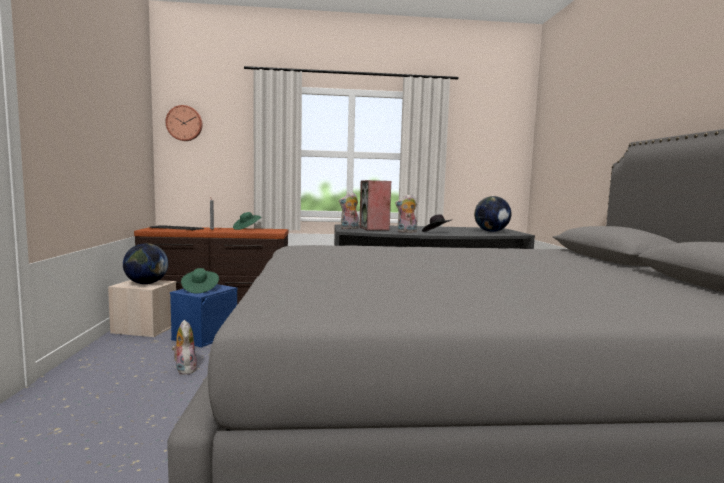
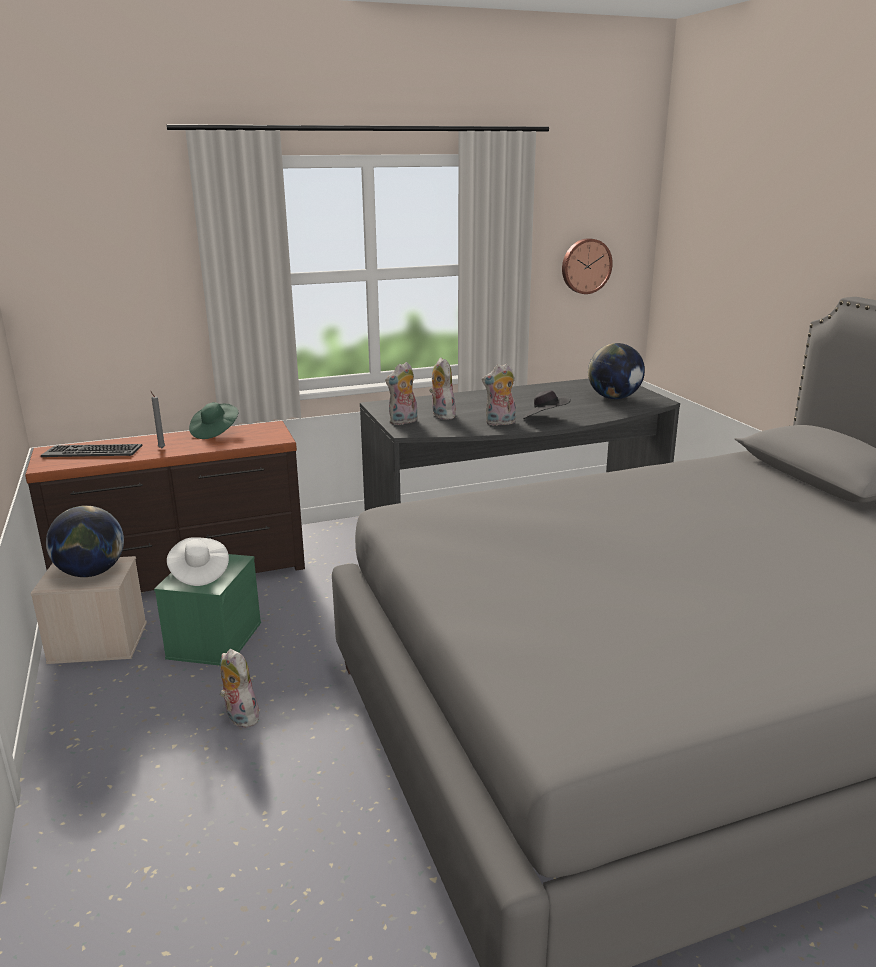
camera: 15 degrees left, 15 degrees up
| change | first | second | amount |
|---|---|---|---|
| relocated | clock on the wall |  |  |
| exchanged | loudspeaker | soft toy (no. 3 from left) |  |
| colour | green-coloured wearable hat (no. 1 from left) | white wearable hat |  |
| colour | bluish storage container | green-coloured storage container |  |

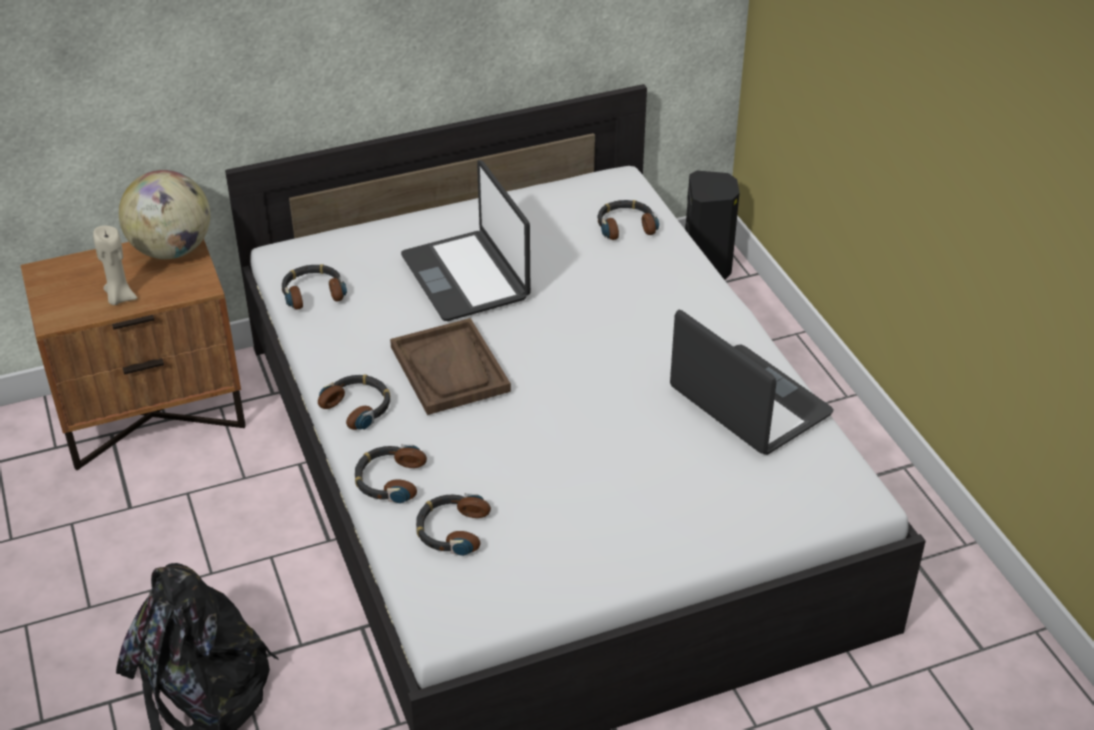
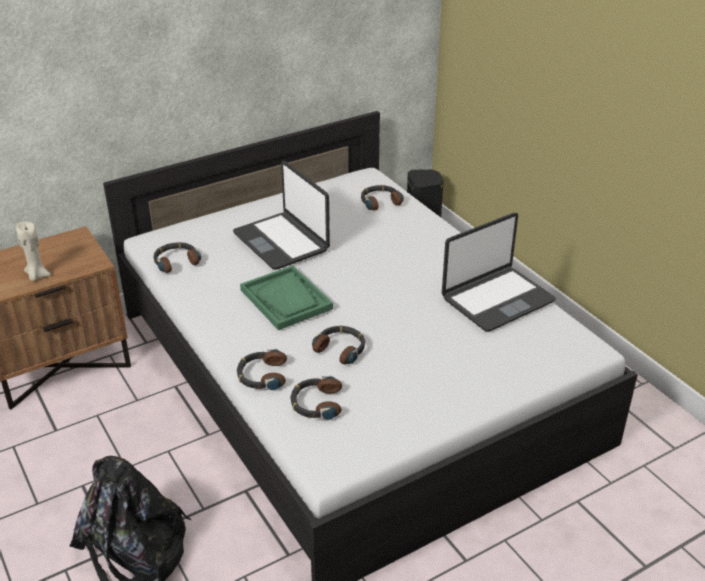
camera: 10 degrees left, 5 degrees down
| change | first | second | amount |
|---|---|---|---|
| missing | desk globe |  |  |
| spun | notebook computer (no. 2 from left) |  | 105 degrees clockwise |
| colour | brown serving tray | green-coloured serving tray |  |
| relocated | pair of headphones (no. 2 from left in the first image) | pair of headphones (no. 4 from left) |  |

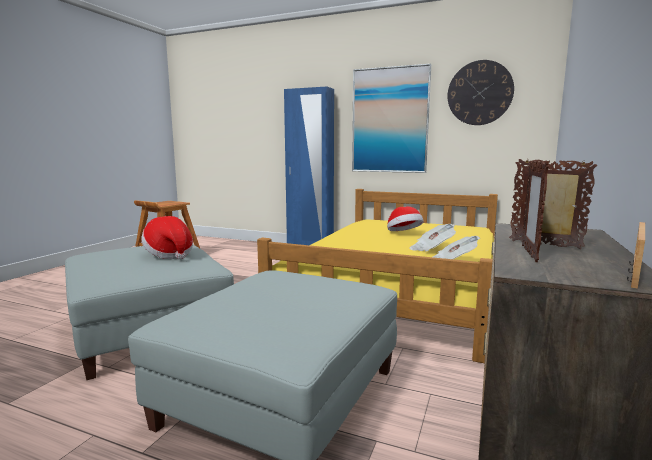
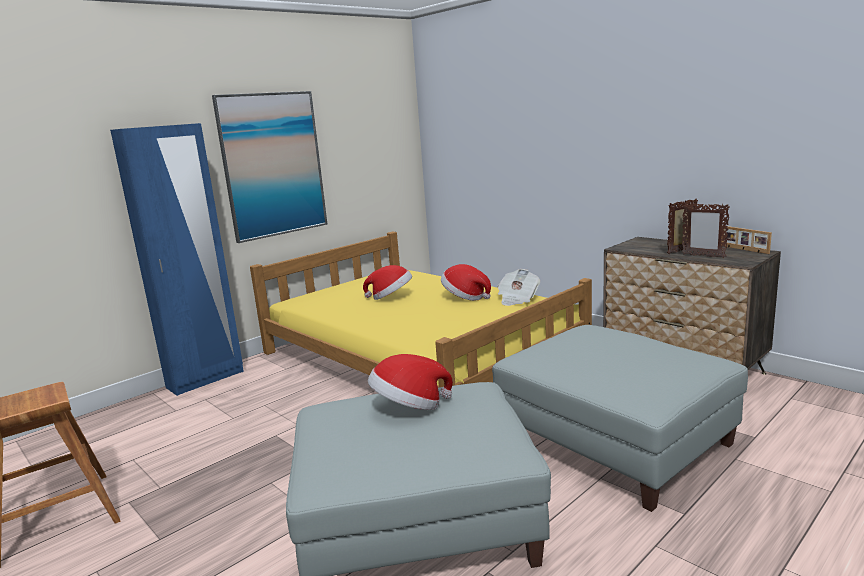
camera: 65 degrees left, 5 degrees up
| change | first | second | amount |
|---|---|---|---|
| missing | clock on the wall |  |  |
| exchanged | newspaper (no. 1 from left) | wearable hat (no. 3 from left) |  |

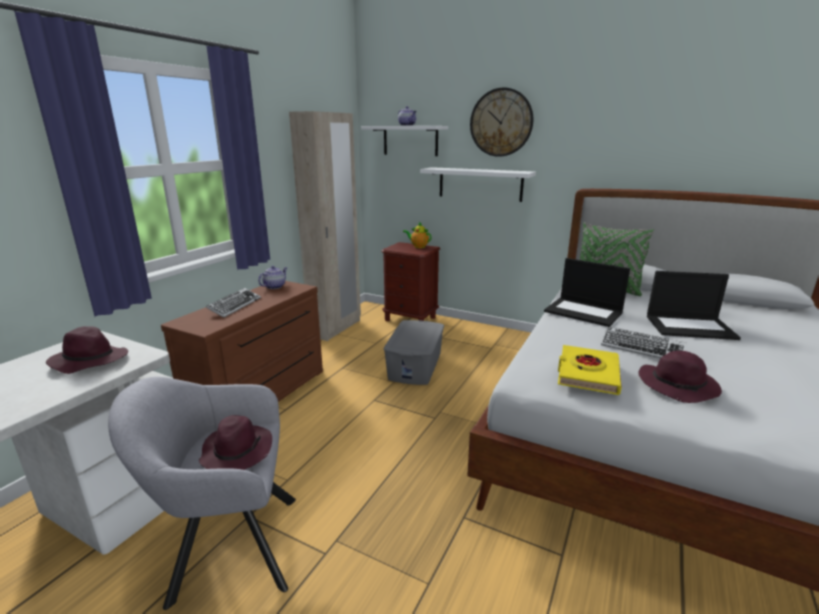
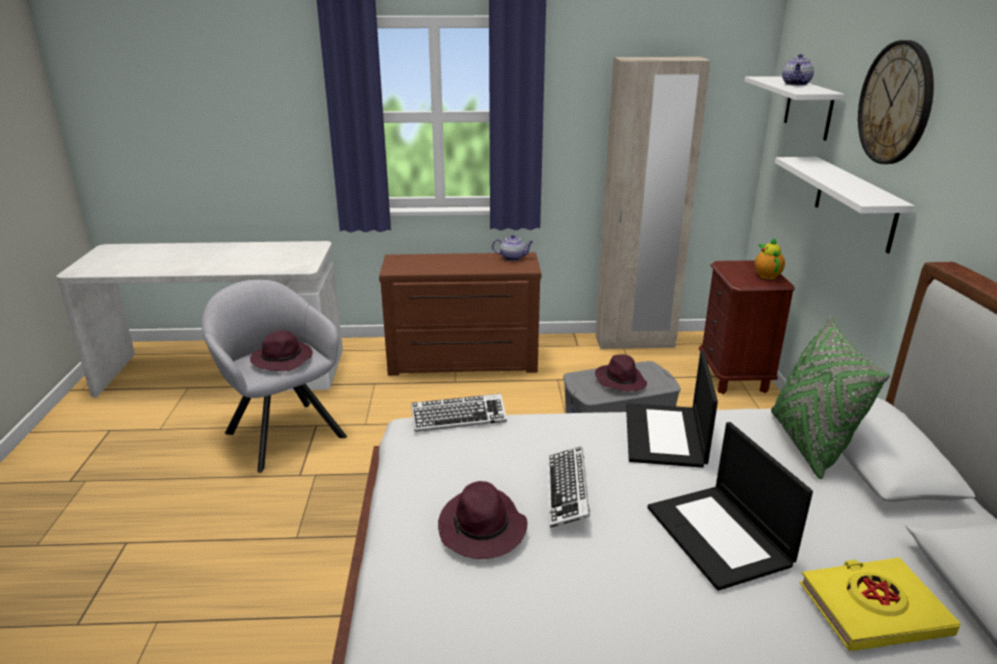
camera: 60 degrees right, 5 degrees up
| change | first | second | amount |
|---|---|---|---|
| relocated | PC keyboard (no. 1 from left) |  |  |
| relocated | purple-coloured wearable hat (no. 1 from left in the first image) | purple-coloured wearable hat (no. 3 from left) |  |
| relocated | yellow volume |  |  |

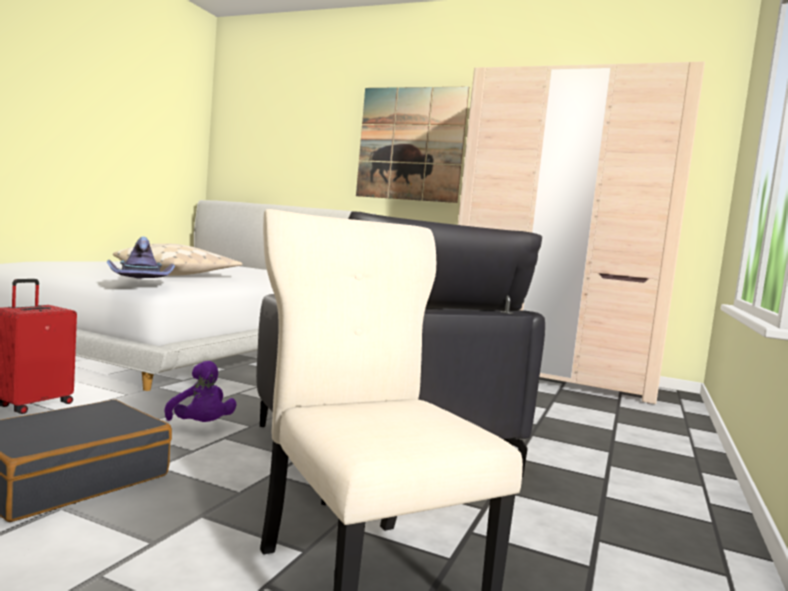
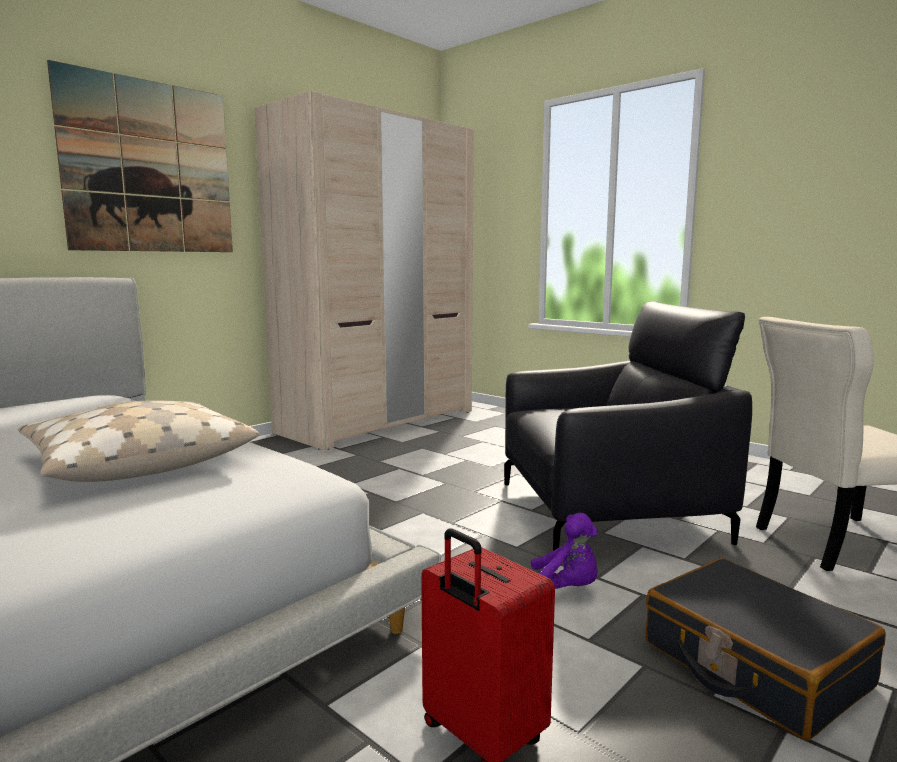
camera: 70 degrees left, 5 degrees up
| change | first | second | amount |
|---|---|---|---|
| missing | purple-coloured wearable hat |  |  |
| spun | purple-coloured soft toy |  | 45 degrees clockwise |

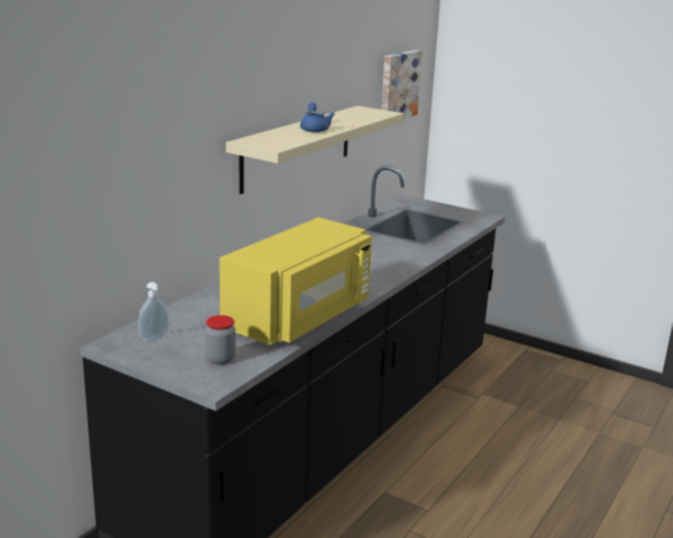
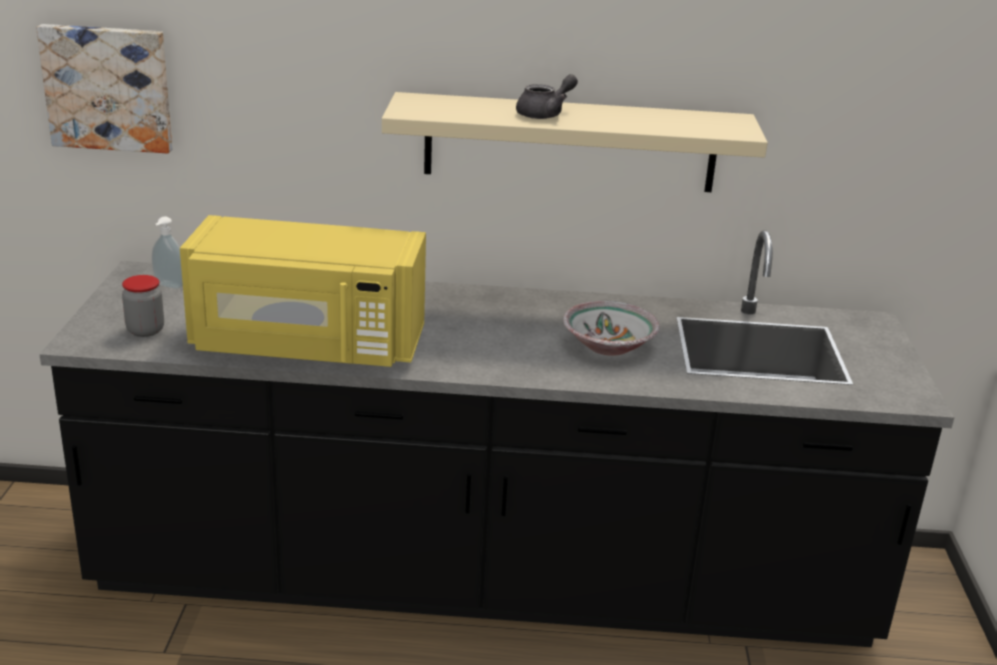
camera: 60 degrees right, 5 degrees up
| change | first | second | amount |
|---|---|---|---|
| relocated | wall picture |  |  |
| colour | bluish tea pot | gray tea pot |  |
| appeared |  | bowl |  |

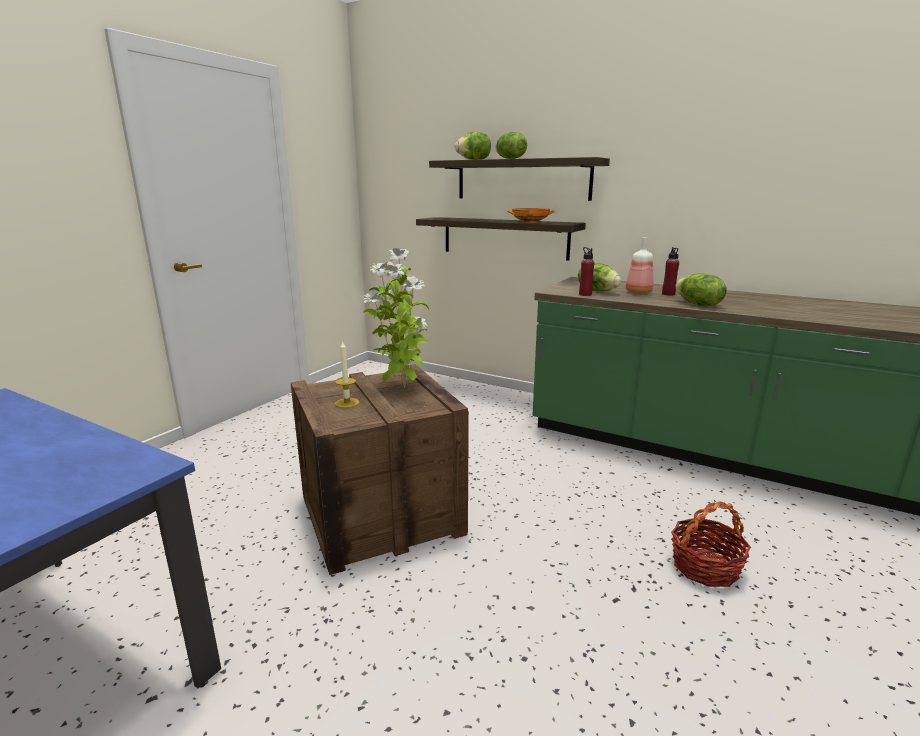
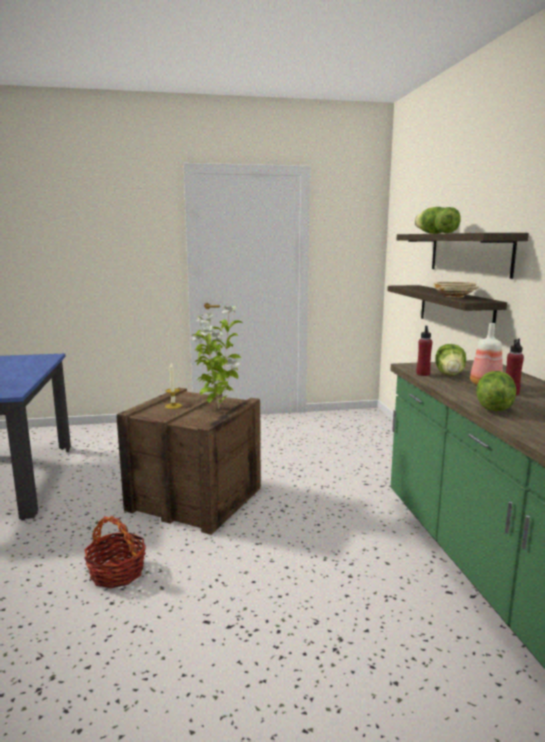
camera: 50 degrees right, 5 degrees down
| change | first | second | amount |
|---|---|---|---|
| colour | orange bowl | beige bowl |  |
| relocated | household basket |  |  |

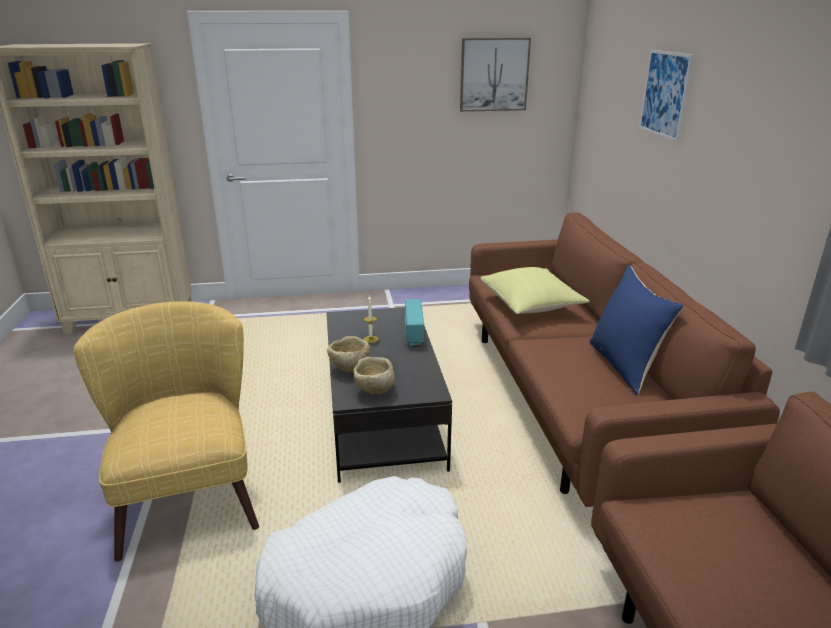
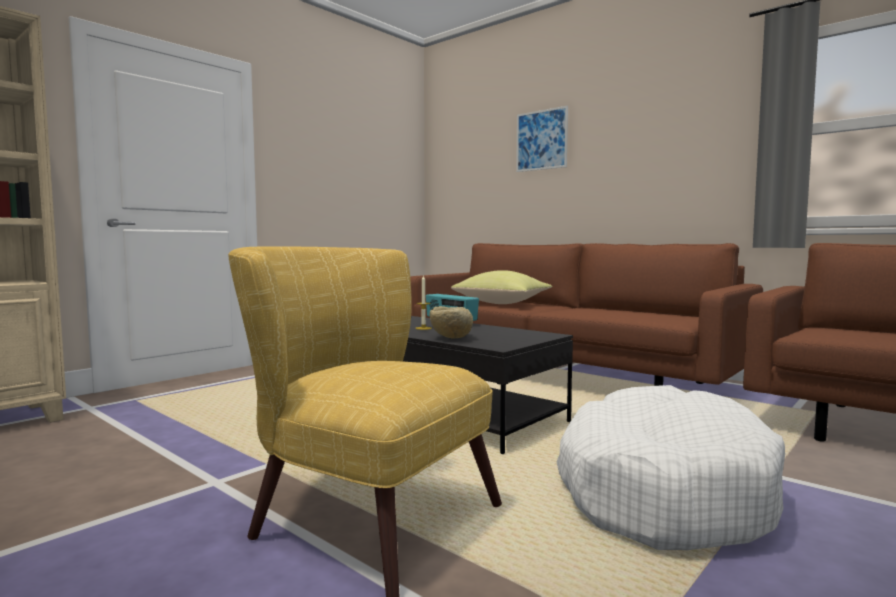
camera: 40 degrees left, 20 degrees down
| change | first | second | amount |
|---|---|---|---|
| missing | wall picture (no. 1 from left) |  |  |
| missing | bluish cushion |  |  |
| missing | beige bowl (no. 2 from left) |  |  |

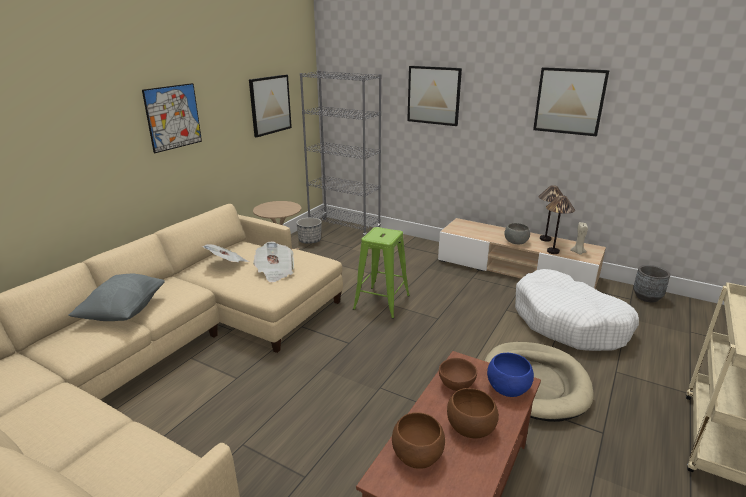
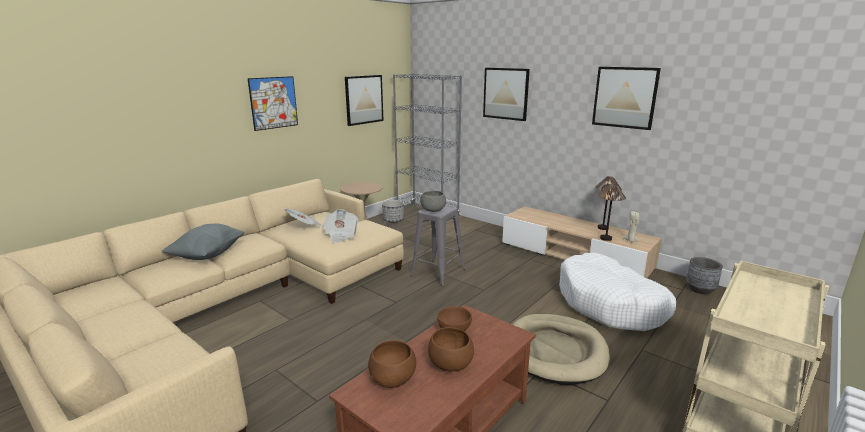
camera: 10 degrees right, 5 degrees down
| change | first | second | amount |
|---|---|---|---|
| relocated | gray bowl |  |  |
| colour | green-coloured sitting stool | gray sitting stool |  |
| missing | bluish bowl |  |  |

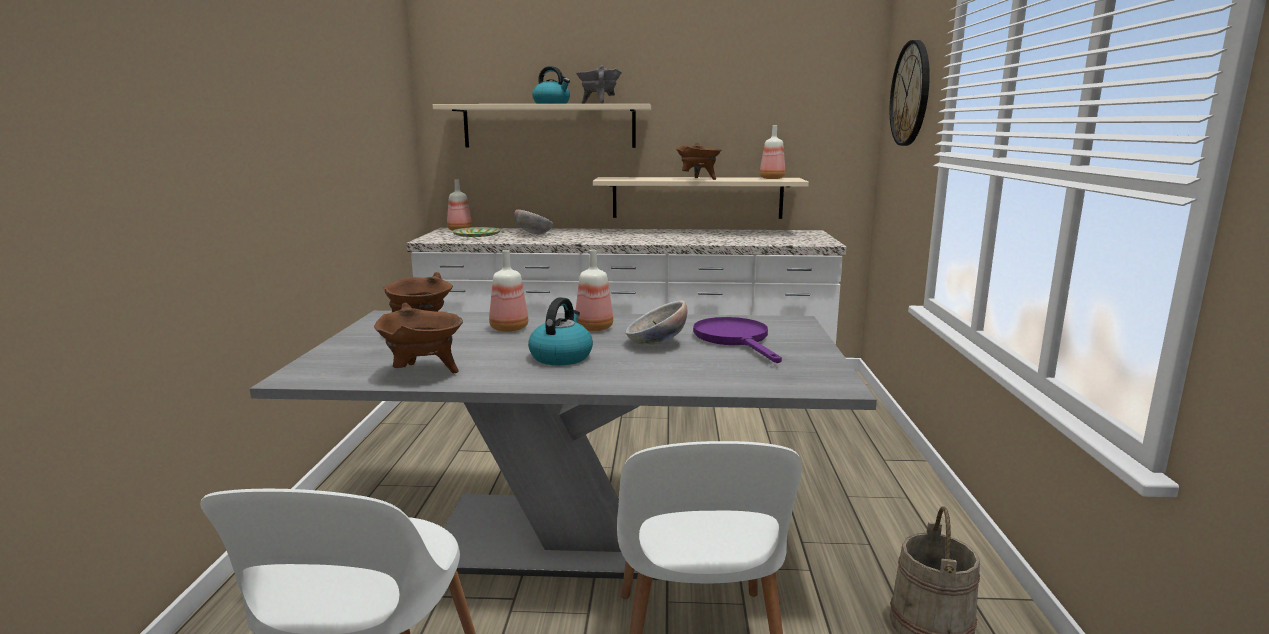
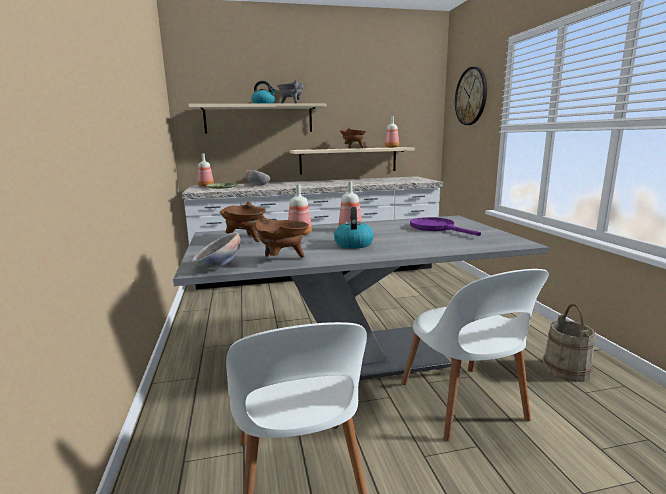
camera: 15 degrees left, 0 degrees up
| change | first | second | amount |
|---|---|---|---|
| relocated | bowl (no. 2 from left in the first image) | bowl (no. 1 from left) |  |

